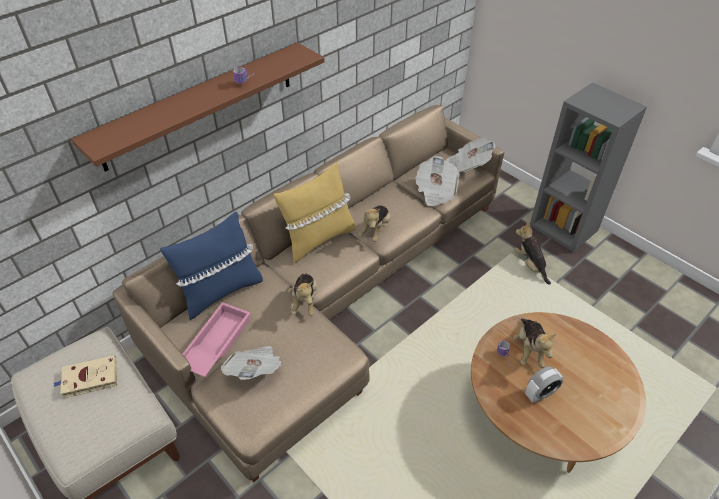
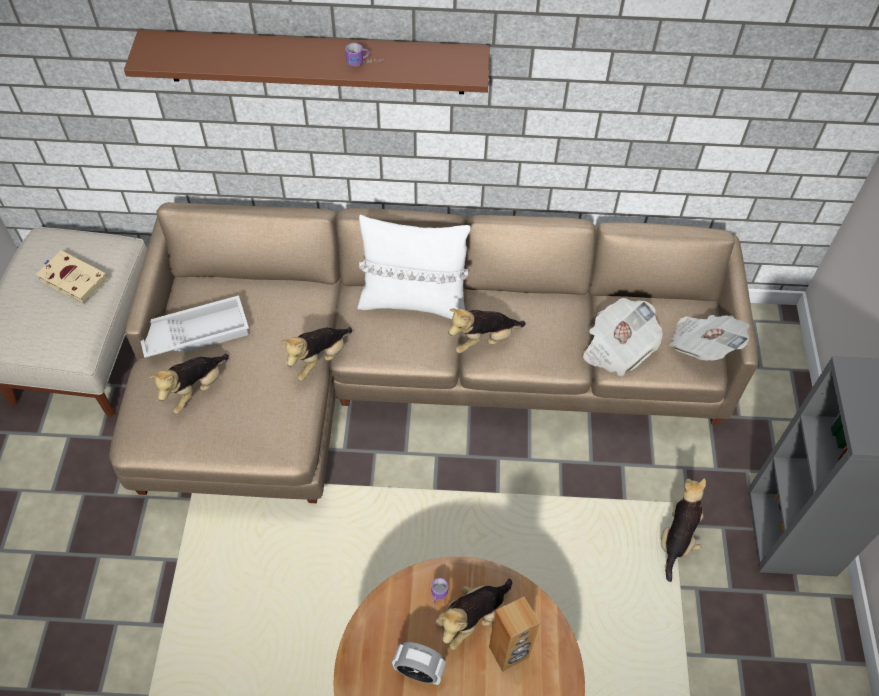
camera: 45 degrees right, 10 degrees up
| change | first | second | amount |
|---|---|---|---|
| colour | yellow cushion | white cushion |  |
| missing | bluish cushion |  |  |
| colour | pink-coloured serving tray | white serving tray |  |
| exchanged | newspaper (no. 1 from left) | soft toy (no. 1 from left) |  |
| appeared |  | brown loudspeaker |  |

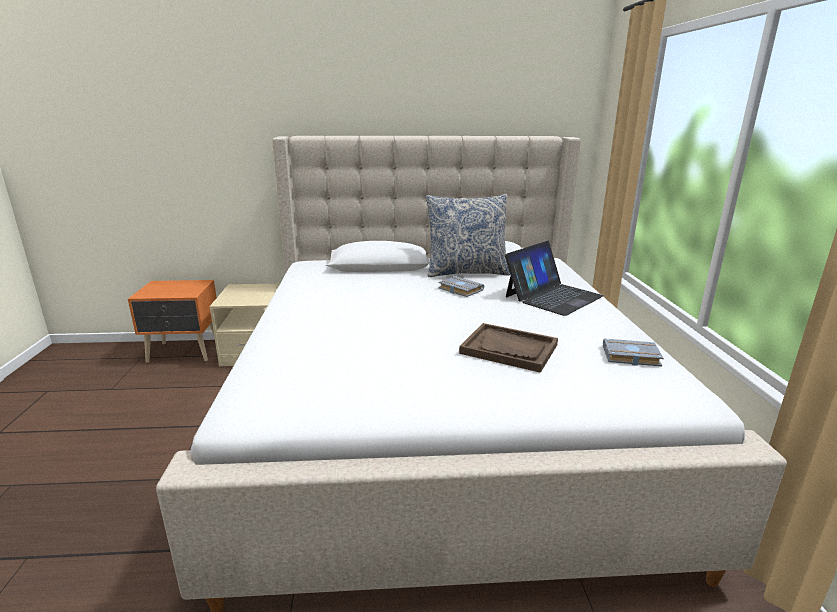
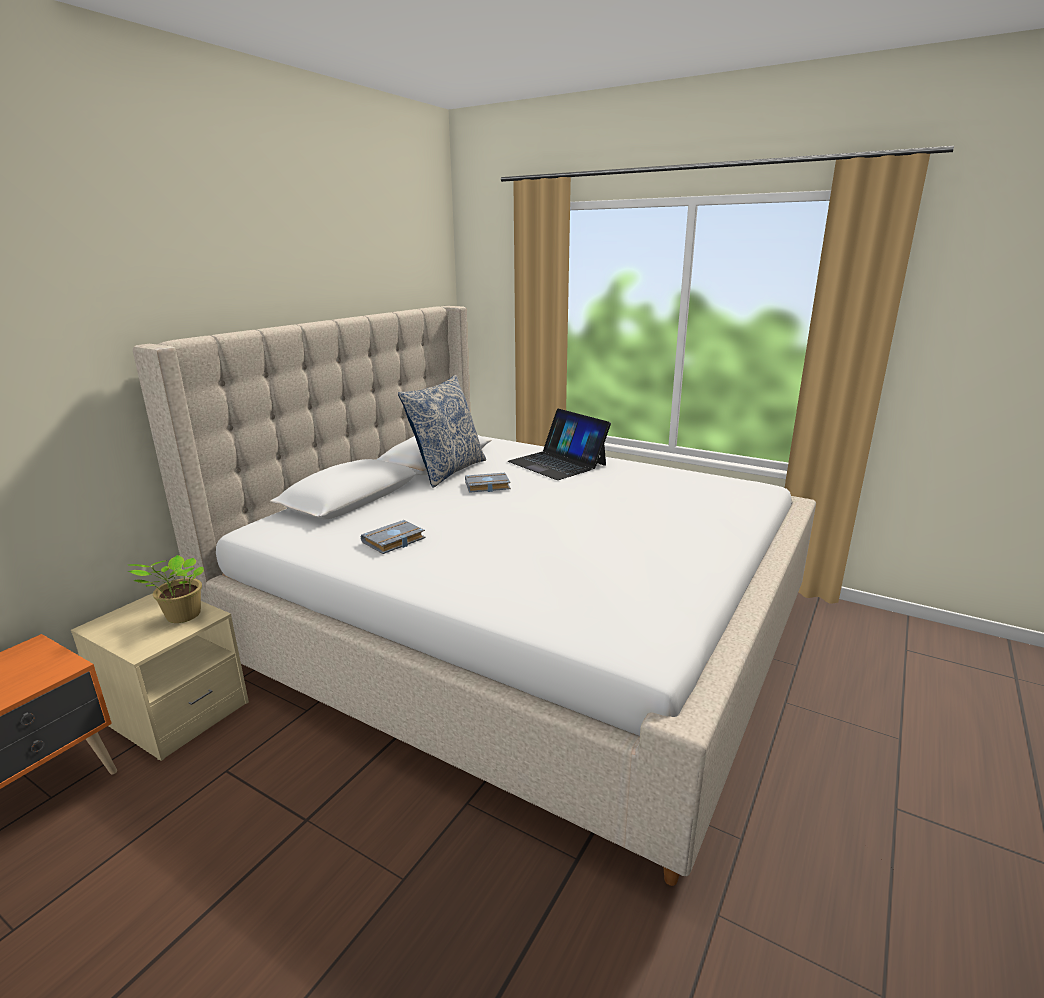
camera: 55 degrees left, 0 degrees up
| change | first | second | amount |
|---|---|---|---|
| spun | notebook computer |  | 150 degrees clockwise |
| missing | brown serving tray |  |  |
| relocated | gray volume (no. 2 from left in the first image) | gray volume (no. 1 from left) |  |
| appeared |  | potted plant |  |

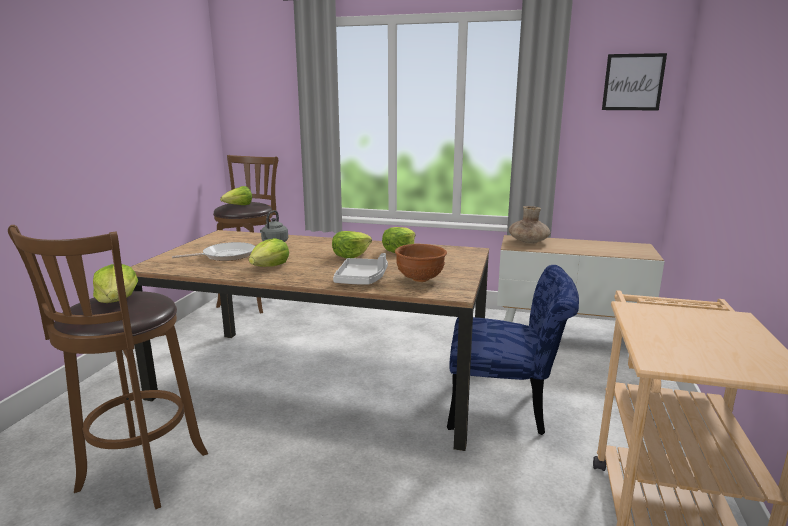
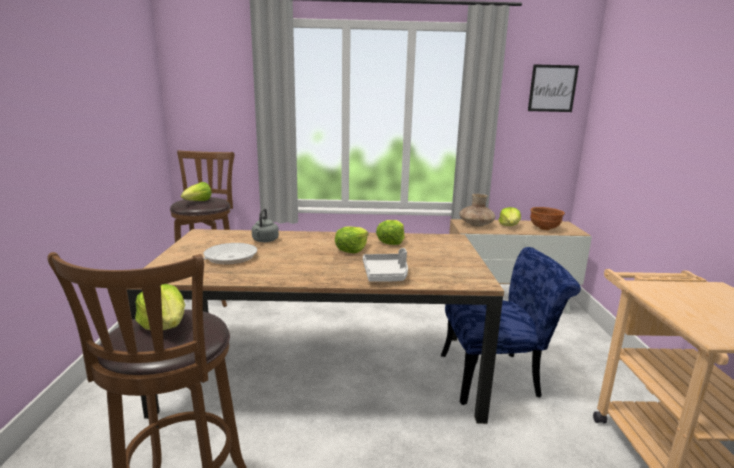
camera: 15 degrees left, 0 degrees up
| change | first | second | amount |
|---|---|---|---|
| relocated | lettuce (no. 3 from left in the first image) | lettuce (no. 5 from left) |  |
| relocated | brown bowl |  |  |

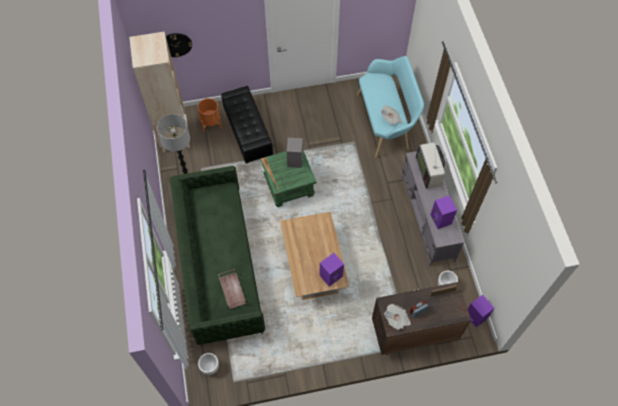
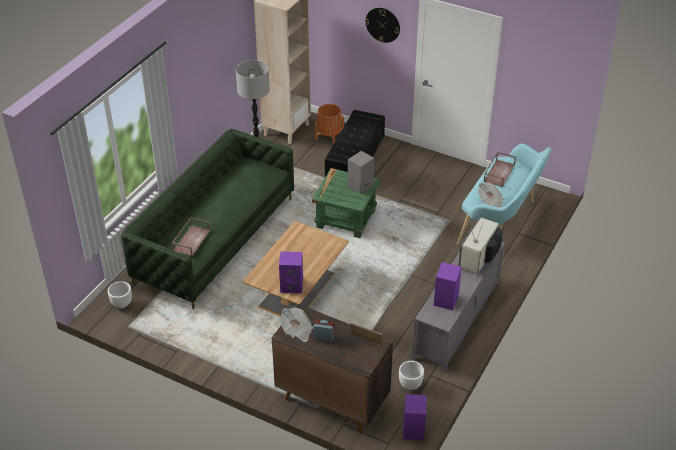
camera: 40 degrees right, 20 degrees down
| change | first | second | amount |
|---|---|---|---|
| relocated | clock on the wall |  |  |
| appeared |  | brown serving tray (no. 2 from left) |  |

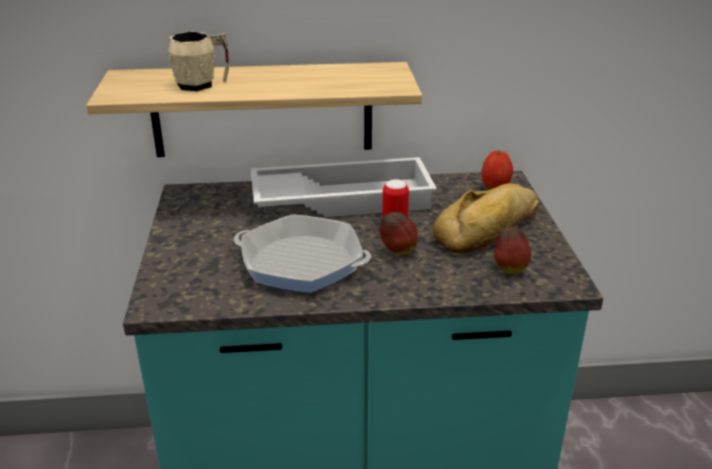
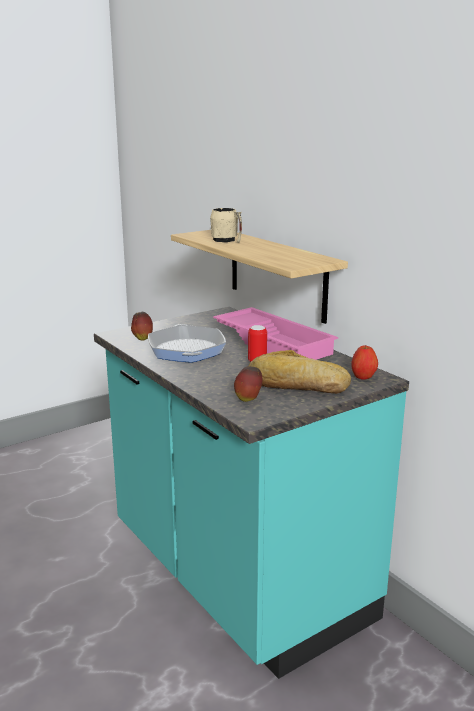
camera: 60 degrees right, 10 degrees down
| change | first | second | amount |
|---|---|---|---|
| colour | white serving tray | pink-coloured serving tray |  |
| relocated | apple (no. 1 from left) |  |  |

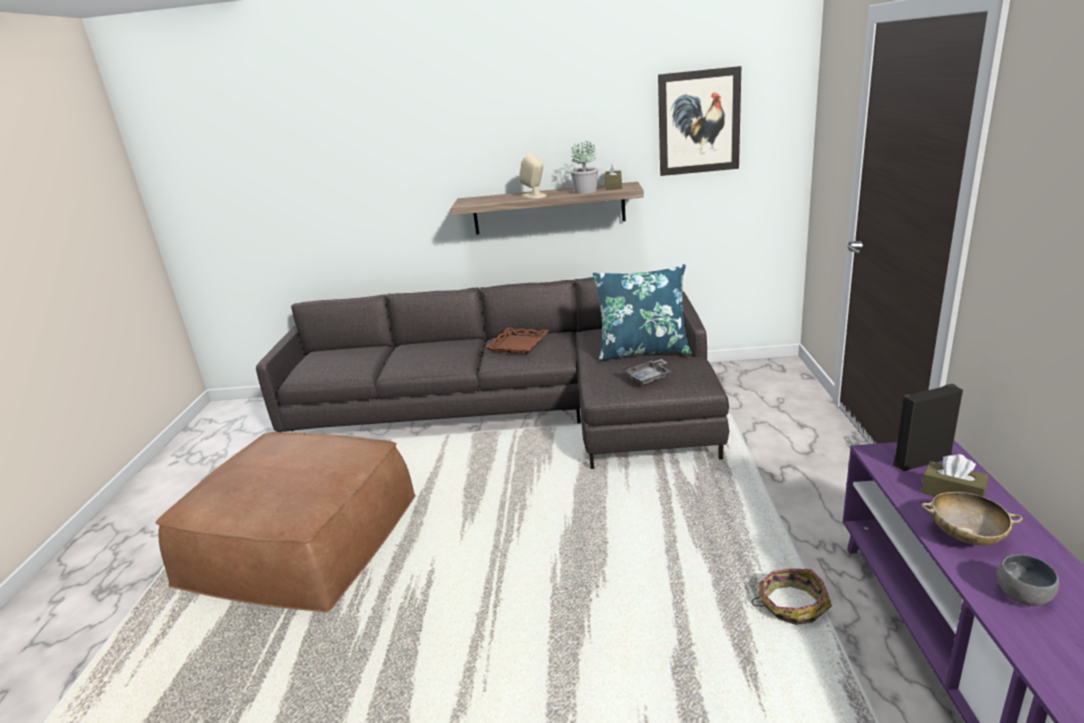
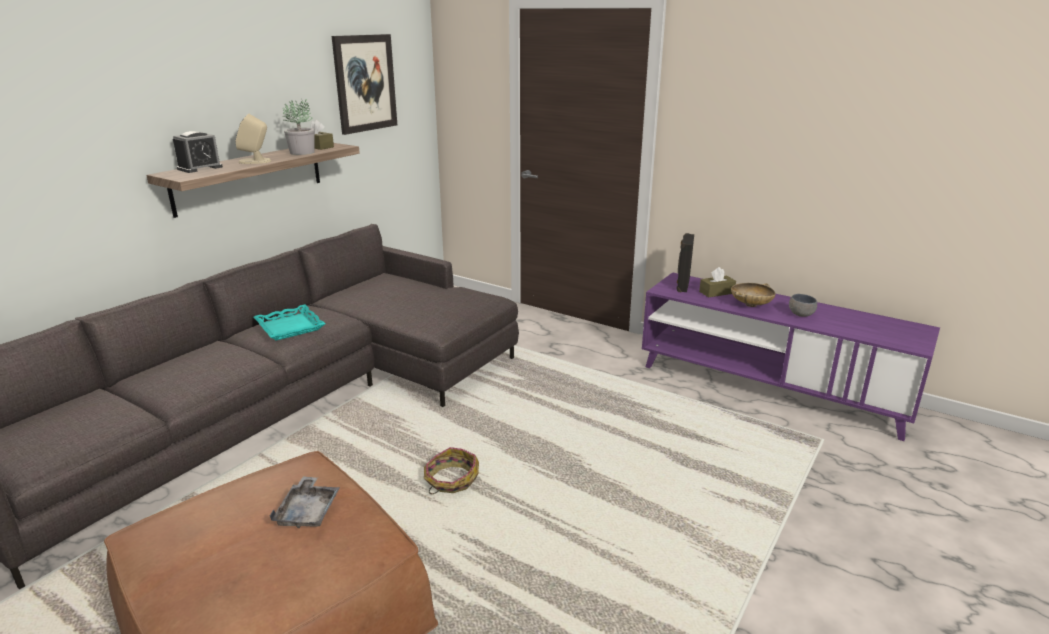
camera: 60 degrees left, 0 degrees up
| change | first | second | amount |
|---|---|---|---|
| missing | bluish cushion |  |  |
| colour | brown serving tray | blue-green serving tray |  |
| relocated | gray serving tray |  |  |
| relocated | household basket |  |  |
| appeared |  | alarm clock |  |

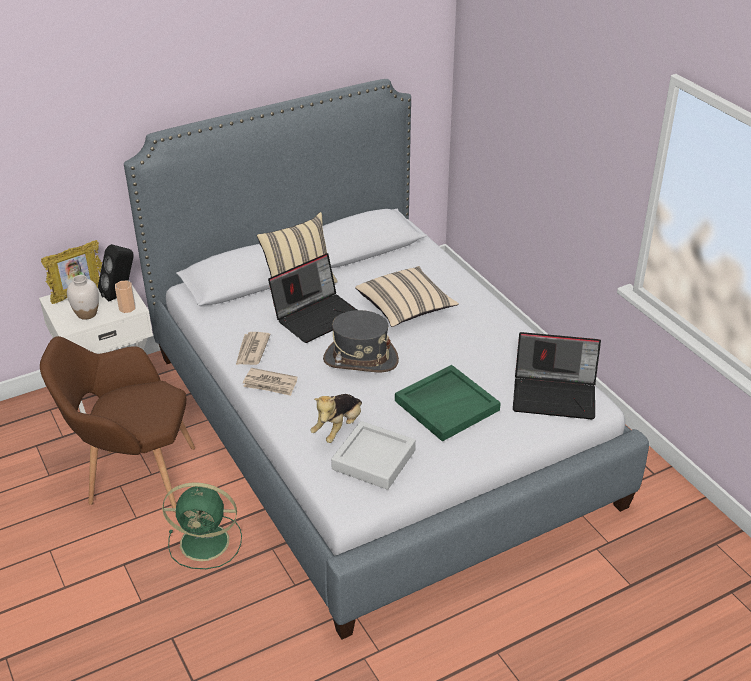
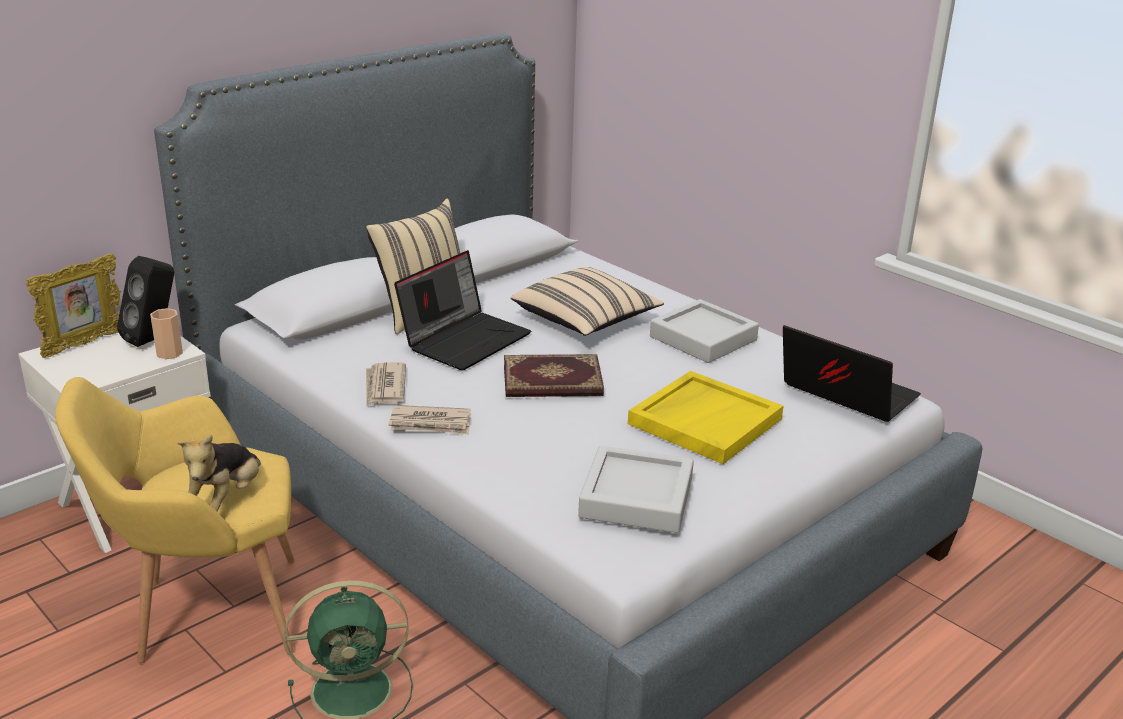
camera: 15 degrees left, 10 degrees down
| change | first | second | amount |
|---|---|---|---|
| missing | white vase |  |  |
| exchanged | gray wearable hat | volume |  |
| spun | notebook computer (no. 2 from left) |  | 135 degrees counterclockwise |
| colour | brown easy chair | yellow easy chair |  |
| colour | green-coloured serving tray | yellow serving tray |  |
| relocated | soft toy |  |  |
| appeared |  | gray serving tray (no. 2 from left) |  |

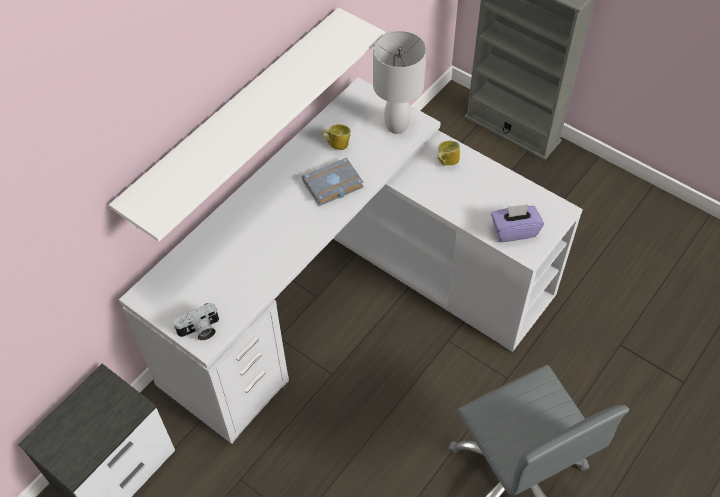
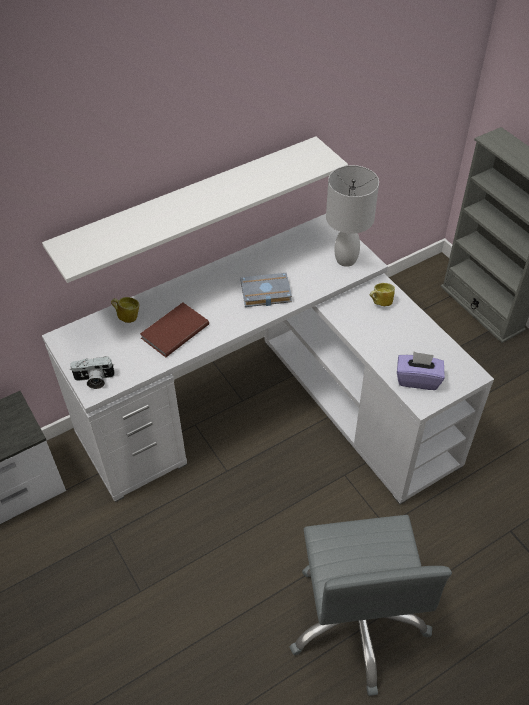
camera: 20 degrees right, 5 degrees down
| change | first | second | amount |
|---|---|---|---|
| relocated | coffee mug (no. 1 from left) |  |  |
| appeared |  | brown volume |  |

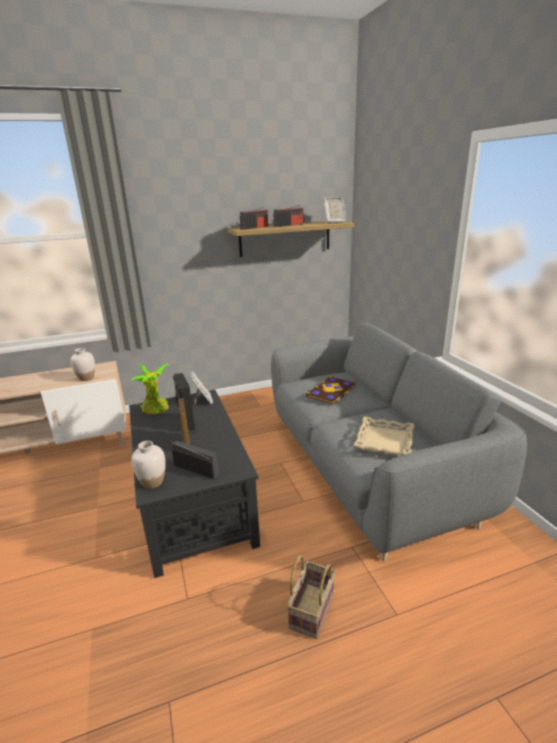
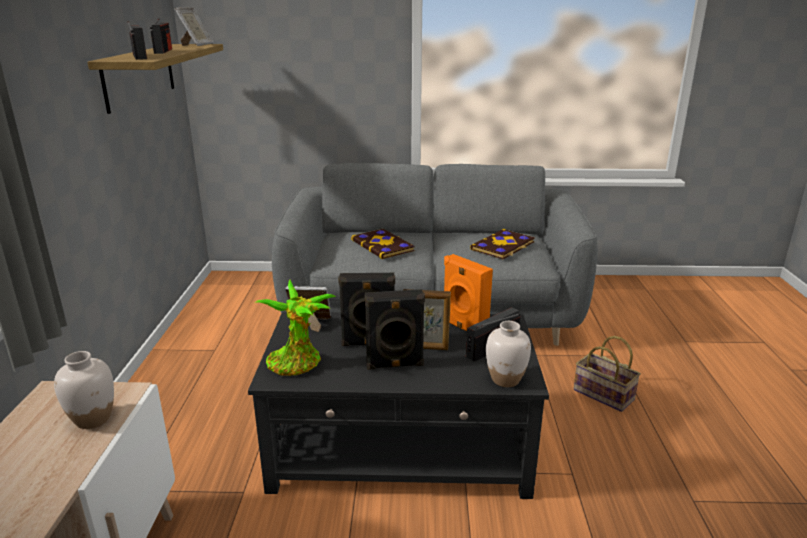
camera: 70 degrees left, 0 degrees up
| change | first | second | amount |
|---|---|---|---|
| exchanged | beige serving tray | volume (no. 2 from left) |  |
| appeared |  | orange loudspeaker |  |
| appeared |  | blackish loudspeaker (no. 2 from left) |  |

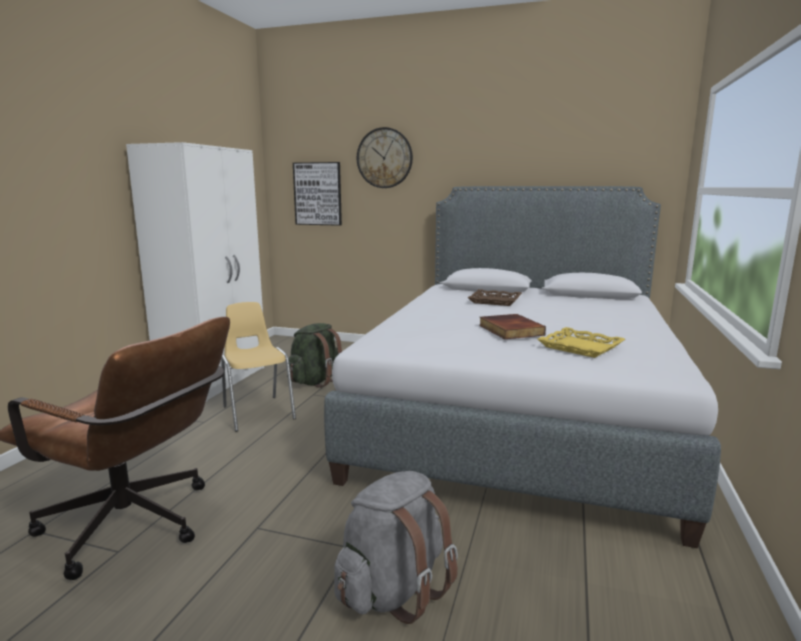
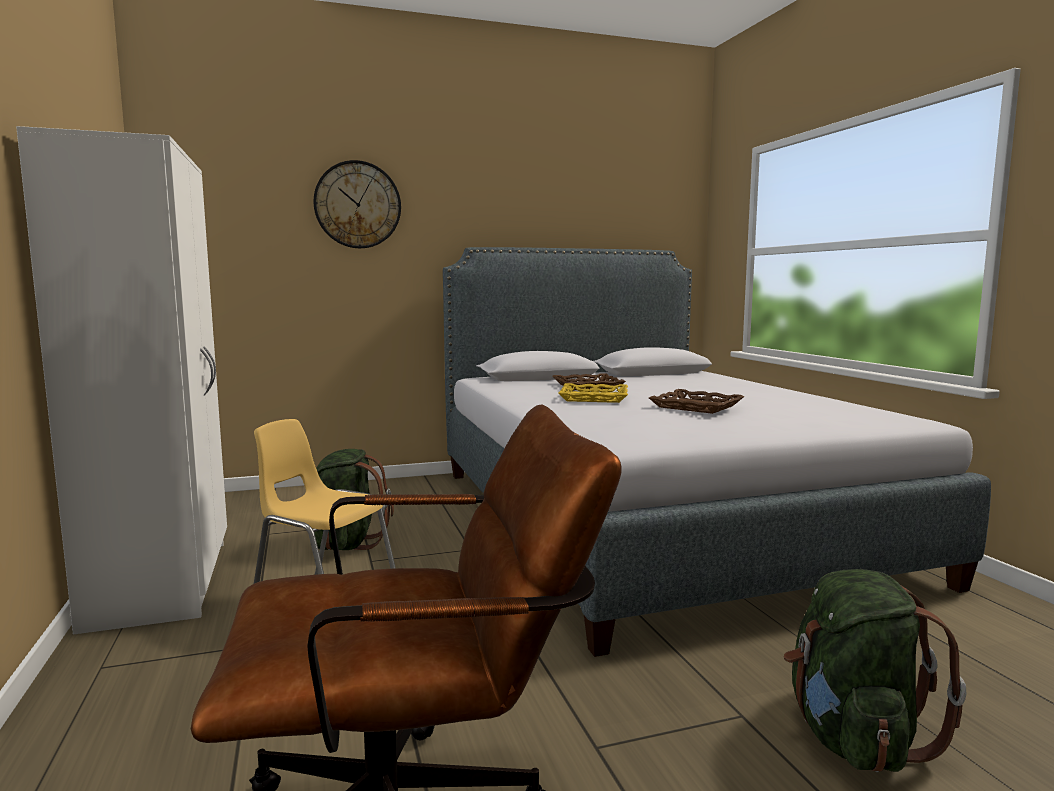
camera: 35 degrees left, 5 degrees down
| change | first | second | amount |
|---|---|---|---|
| missing | wall picture |  |  |
| exchanged | volume | brown serving tray (no. 2 from left) |  |
| relocated | yellow serving tray |  |  |
| colour | gray rucksack | green-coloured rucksack (no. 2 from left) |  |

